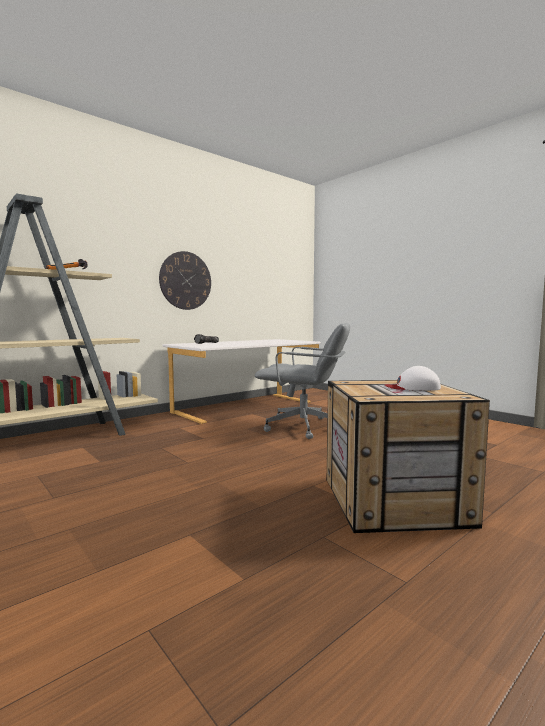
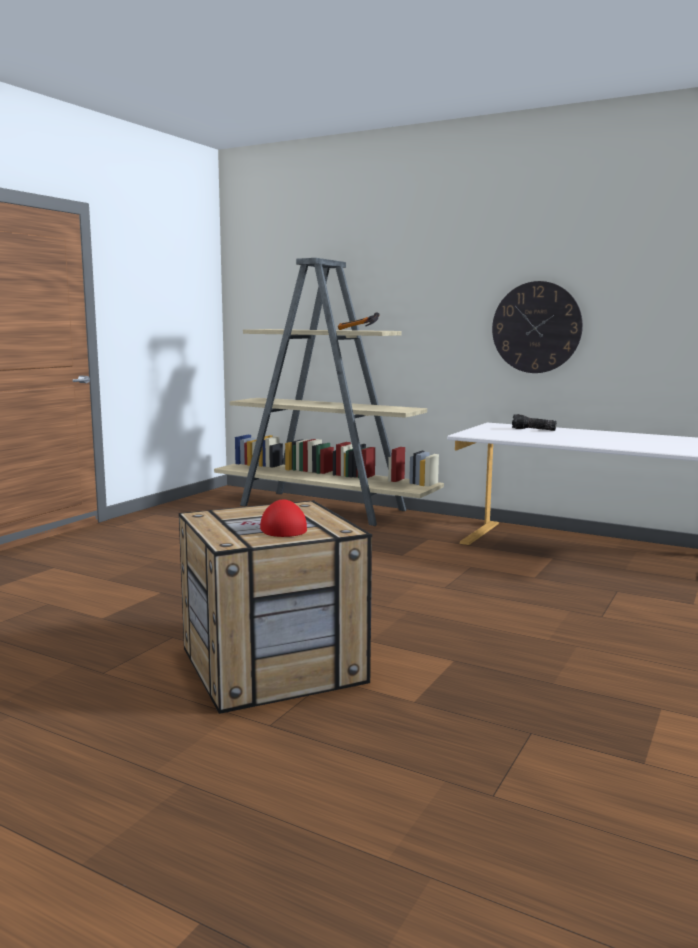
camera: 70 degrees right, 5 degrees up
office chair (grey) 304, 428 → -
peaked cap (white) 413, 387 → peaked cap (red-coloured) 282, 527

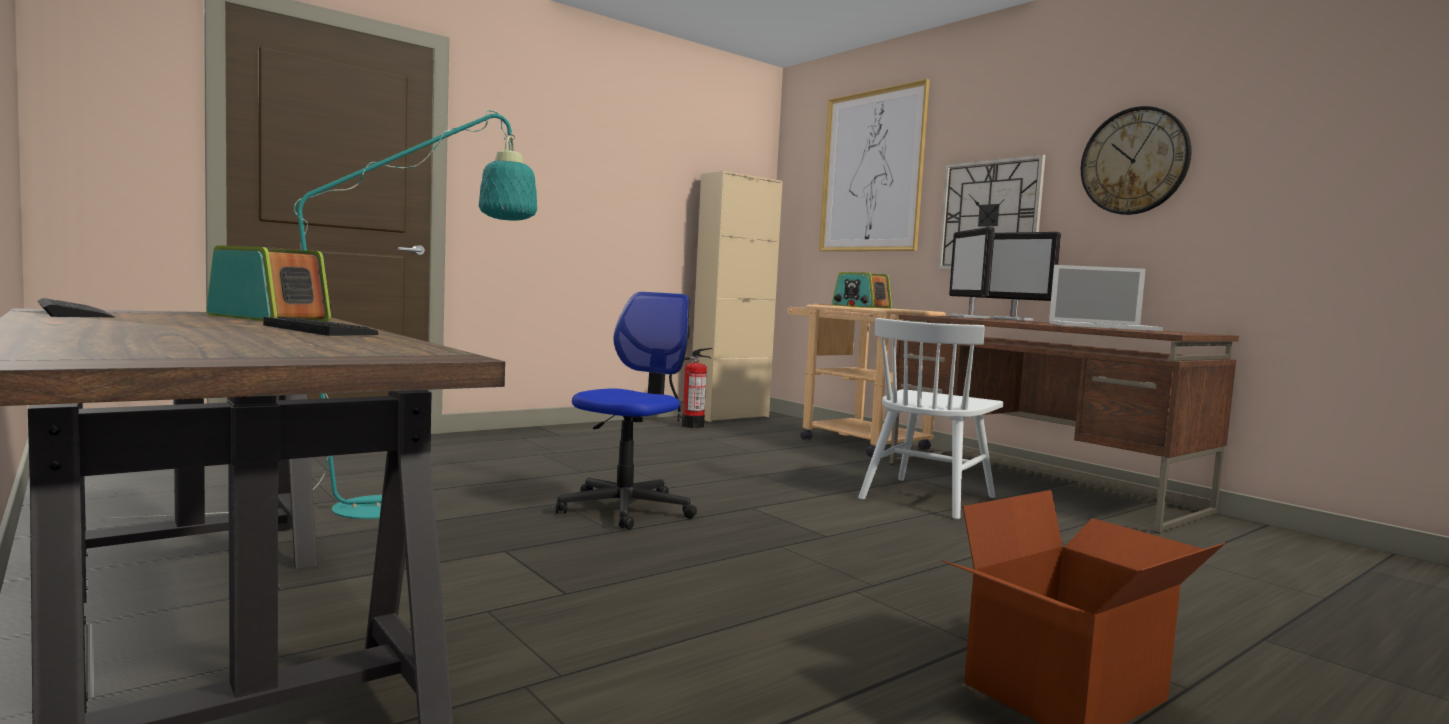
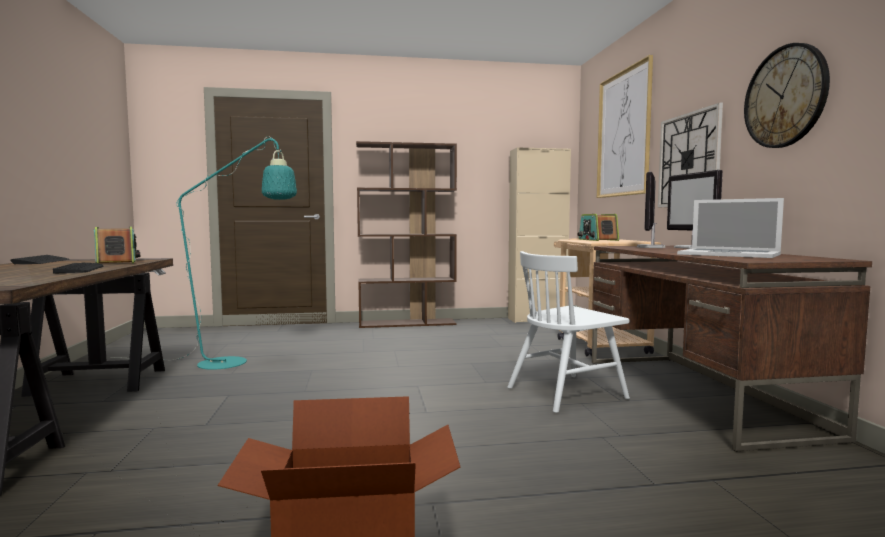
camera: 30 degrees right, 0 degrees up
office chair 626, 509 → -
fire-fighting cylinder 692, 426 → -
- → shelving unit (brown) 407, 323

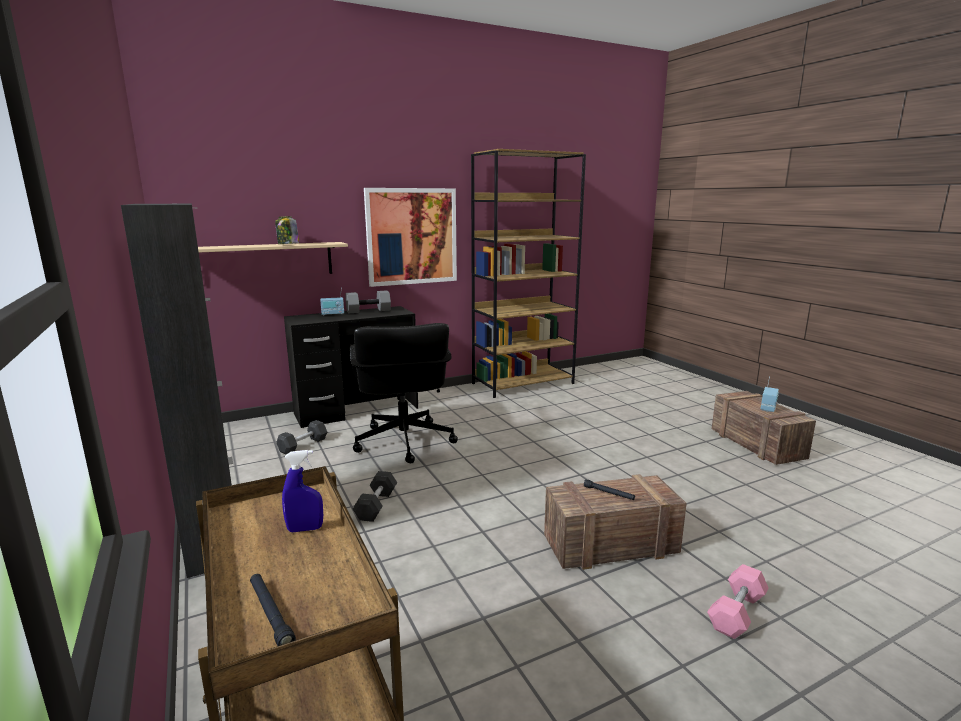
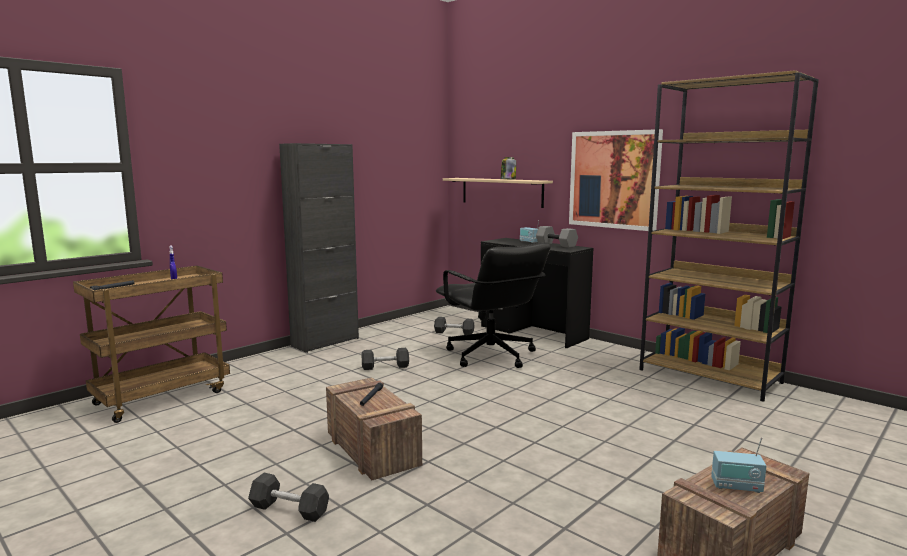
camera: 70 degrees right, 5 degrees down
office chair (black) 403, 442 → office chair (black) 490, 356, 90 degrees counterclockwise
dumbbell (pink) 736, 612 → dumbbell (grey) 289, 509

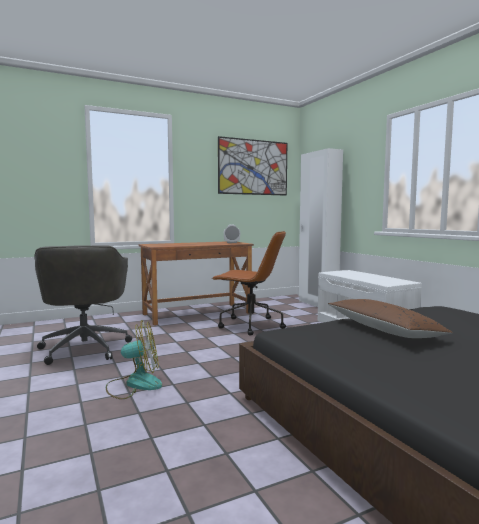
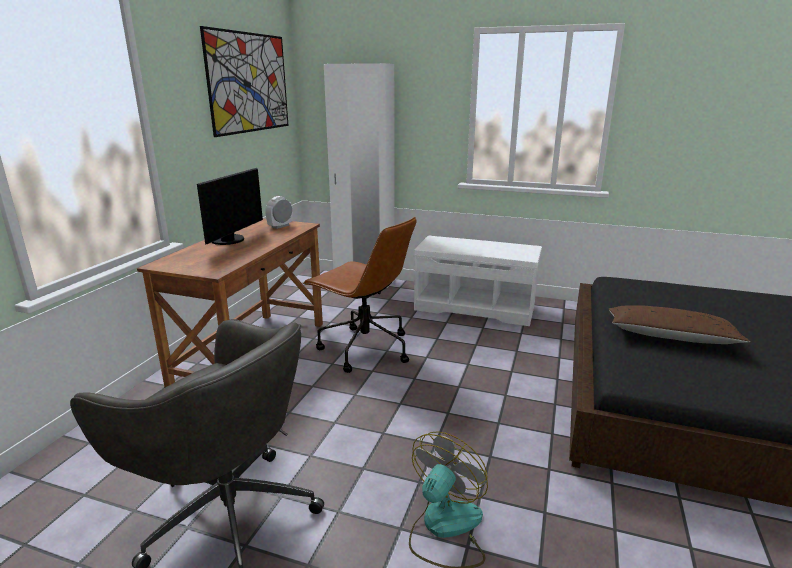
camera: 45 degrees left, 15 degrees up
office chair (brown) 250, 325 → office chair (brown) 364, 348, 60 degrees clockwise
- → computer display 231, 240

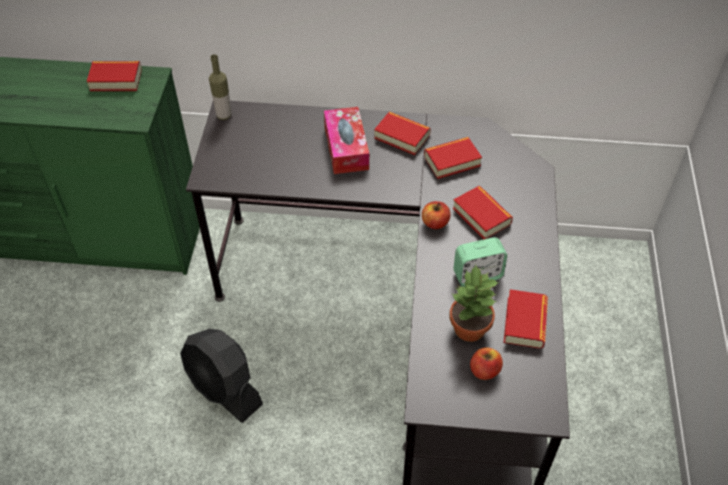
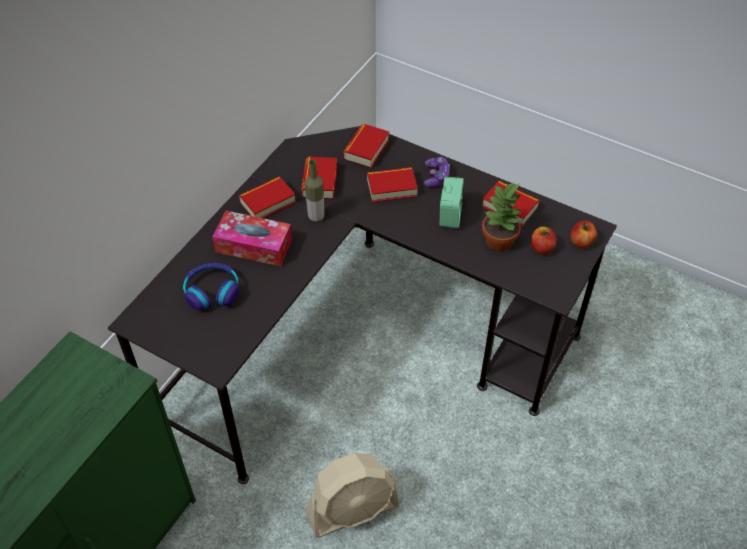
camera: 65 degrees left, 0 degrees up
drink bottle 224, 115 → drink bottle 316, 217, move
book 116, 80 → book 366, 149, move
apple 435, 223 → apple 581, 242, move
cooling fan (black) 224, 389 → cooling fan (beige) 353, 510
- → gamepad 436, 177
- → pair of headphones 212, 291

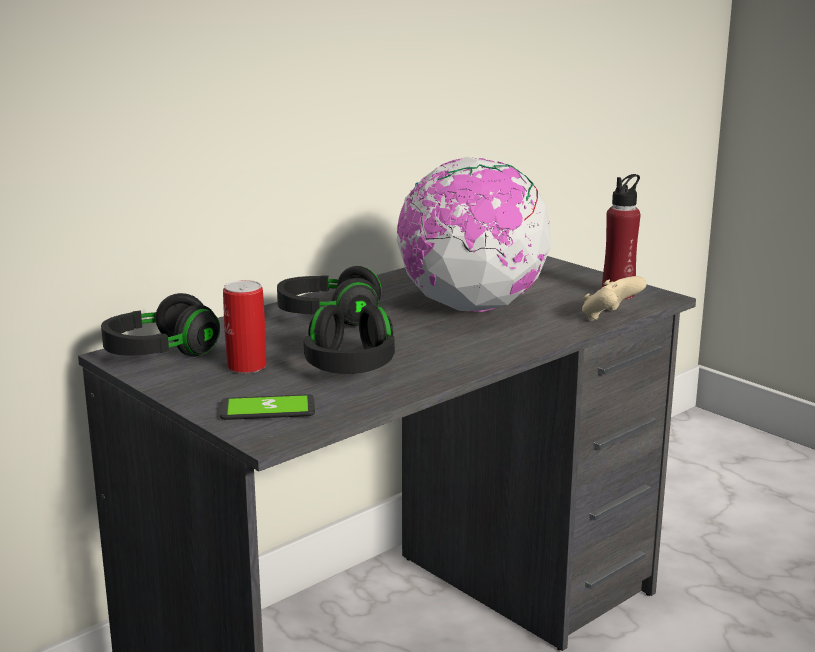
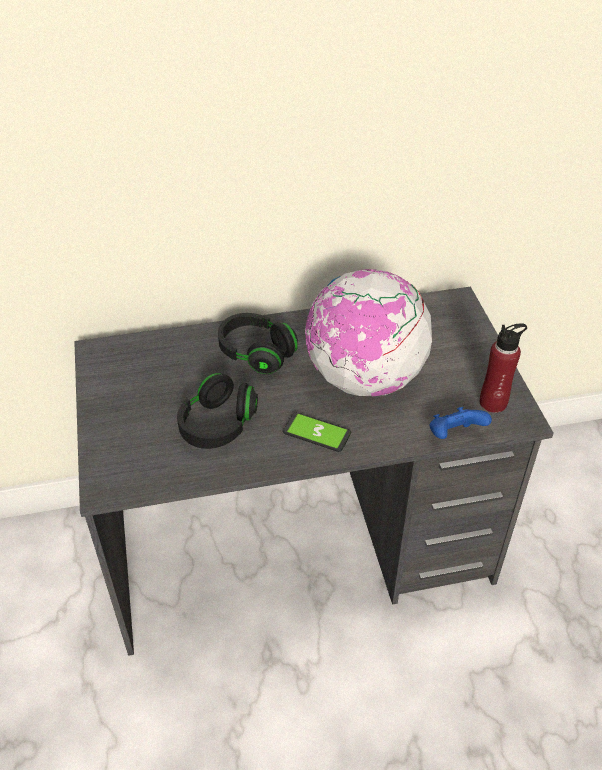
camera: 30 degrees right, 25 degrees up
gamepad (beige) 609, 318 → gamepad (bluish) 454, 435
can 246, 366 → -
pair of headphones (black) 160, 353 → -
phone 267, 409 → phone 316, 433, move

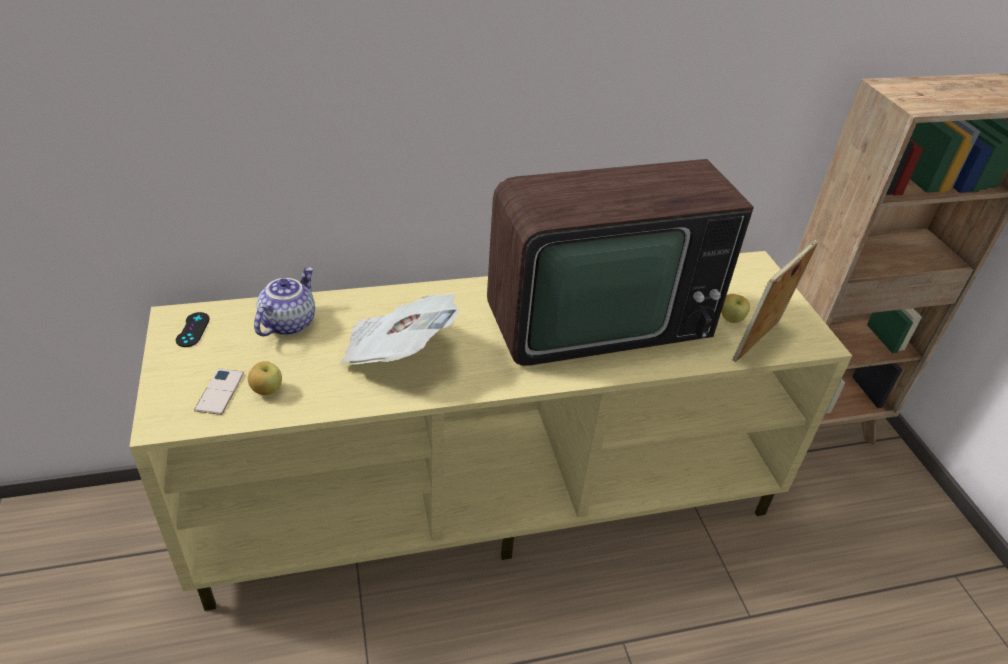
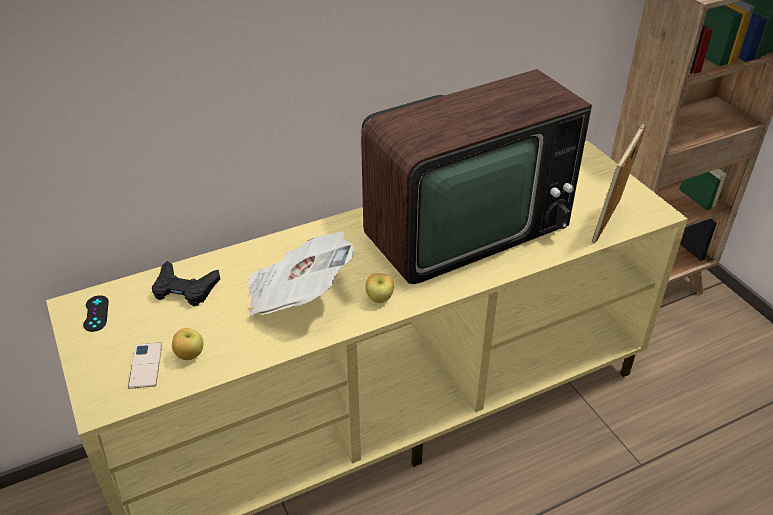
camera: 10 degrees left, 0 degrees up
teapot 287, 323 → gamepad (black) 185, 289
apple 731, 320 → apple 379, 299, move

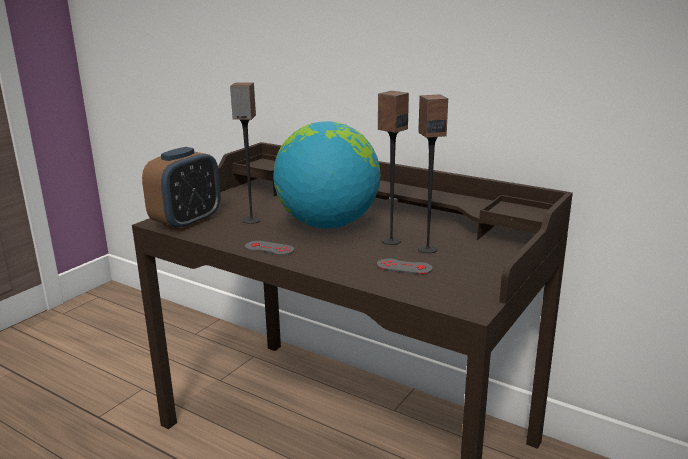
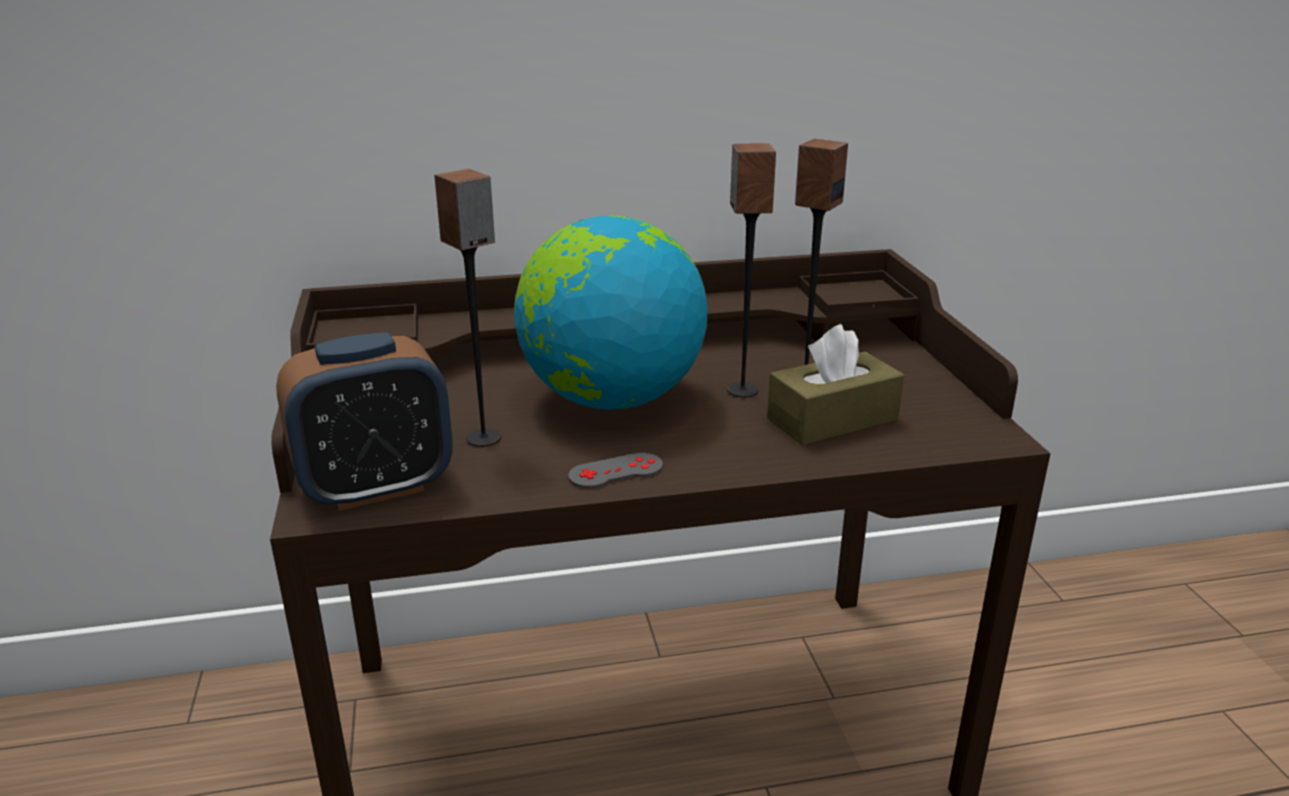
camera: 45 degrees left, 5 degrees up
table clock 187, 222 → table clock 376, 487, 75 degrees clockwise
gamepad (grey) 404, 267 → box of tissues (brown) 832, 419

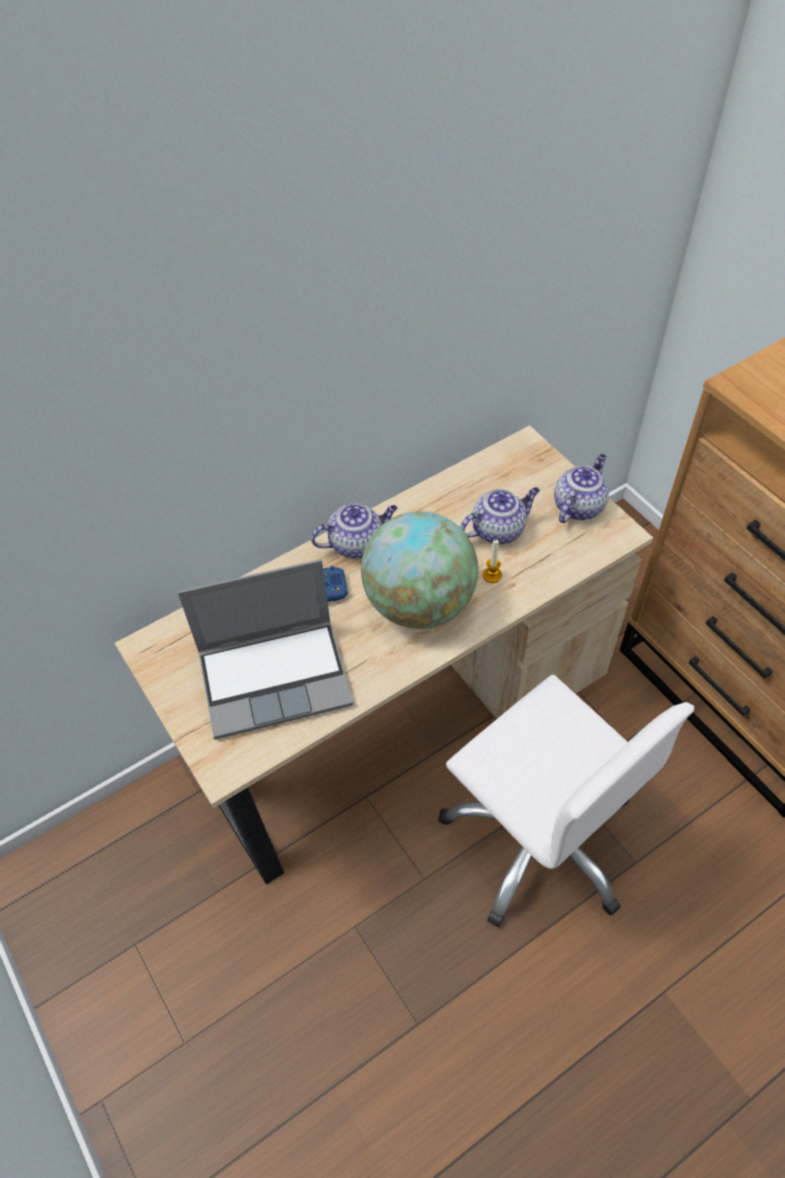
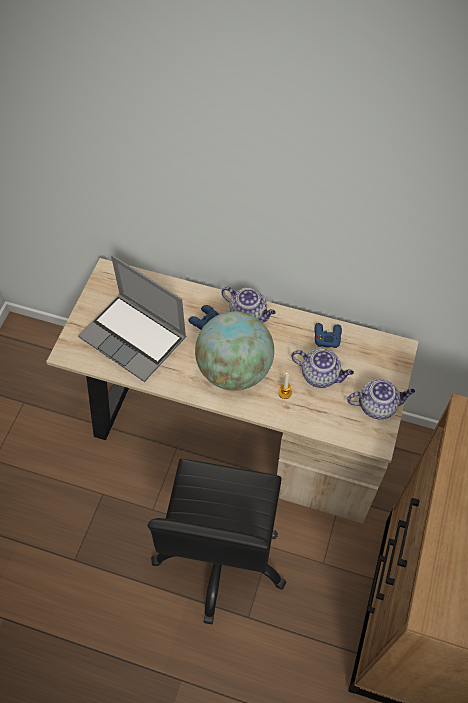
camera: 50 degrees right, 5 degrees up
office chair (white) 539, 837 → office chair (black) 222, 553
- → gamepad (bluish) 327, 336

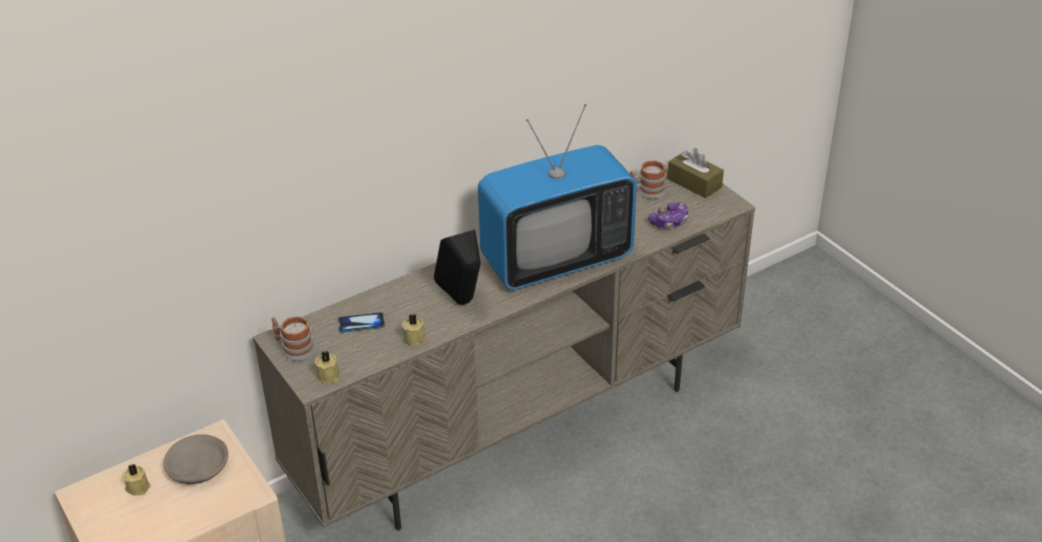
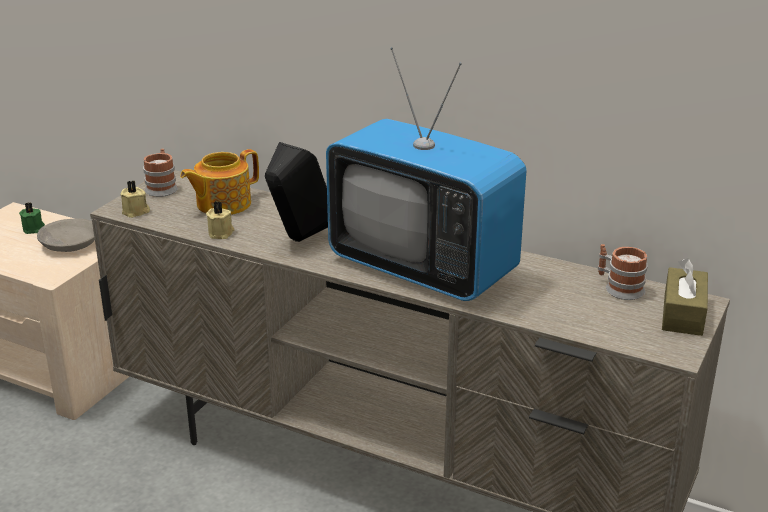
camera: 60 degrees right, 10 degrees down
gamepad 669, 221 → -
phone 361, 323 → teapot 222, 204
wax light (beige) 138, 486 → wax light (greenish) 34, 229

